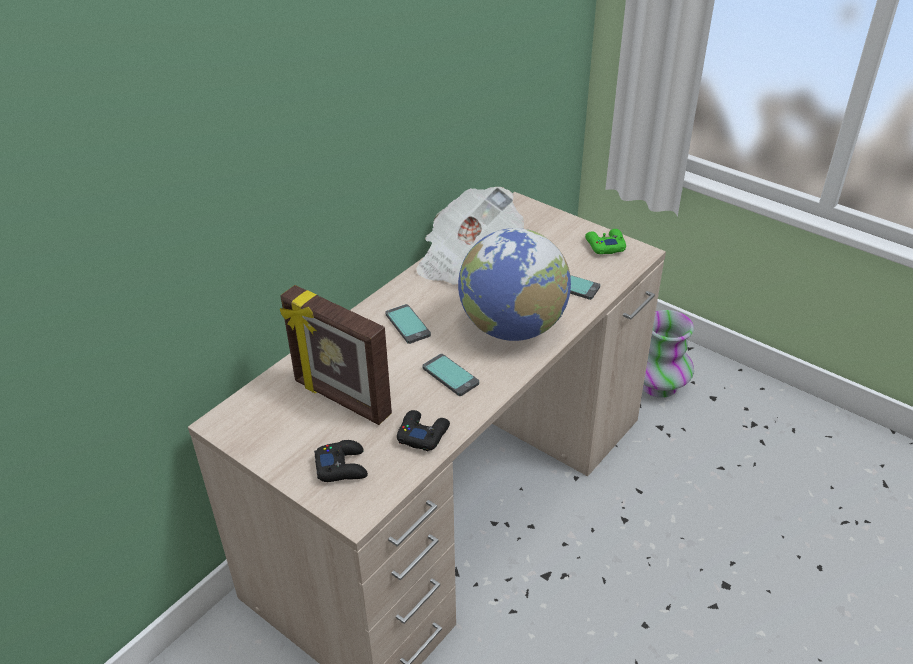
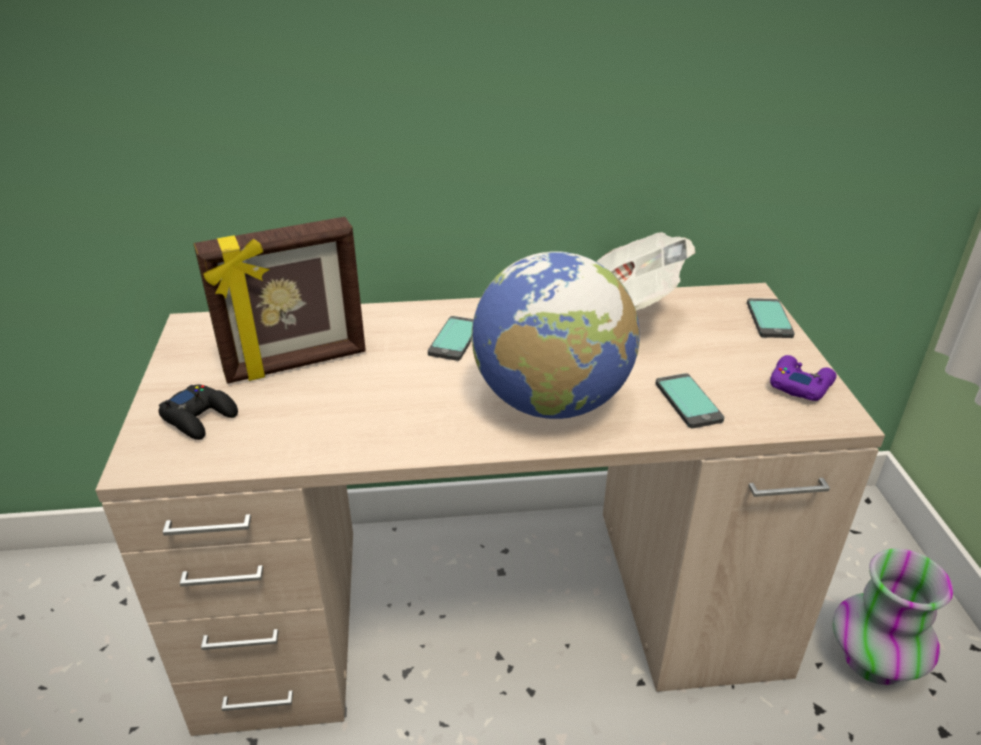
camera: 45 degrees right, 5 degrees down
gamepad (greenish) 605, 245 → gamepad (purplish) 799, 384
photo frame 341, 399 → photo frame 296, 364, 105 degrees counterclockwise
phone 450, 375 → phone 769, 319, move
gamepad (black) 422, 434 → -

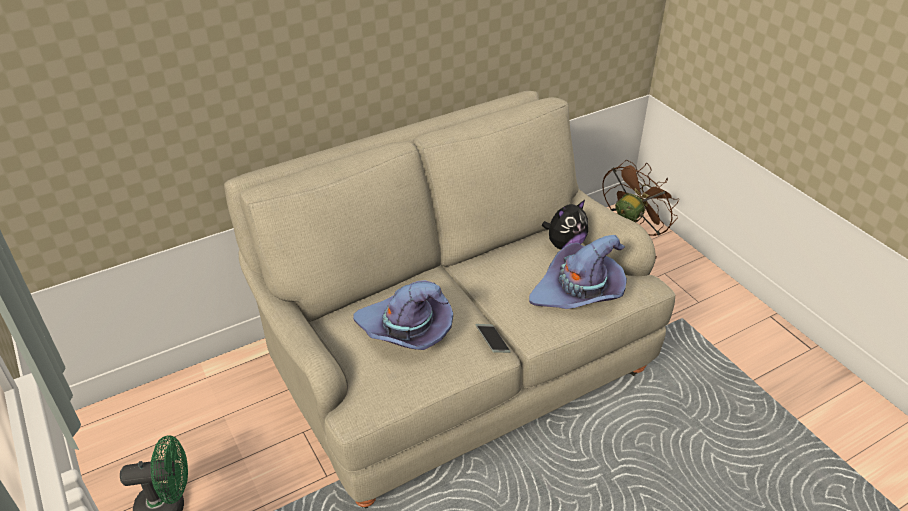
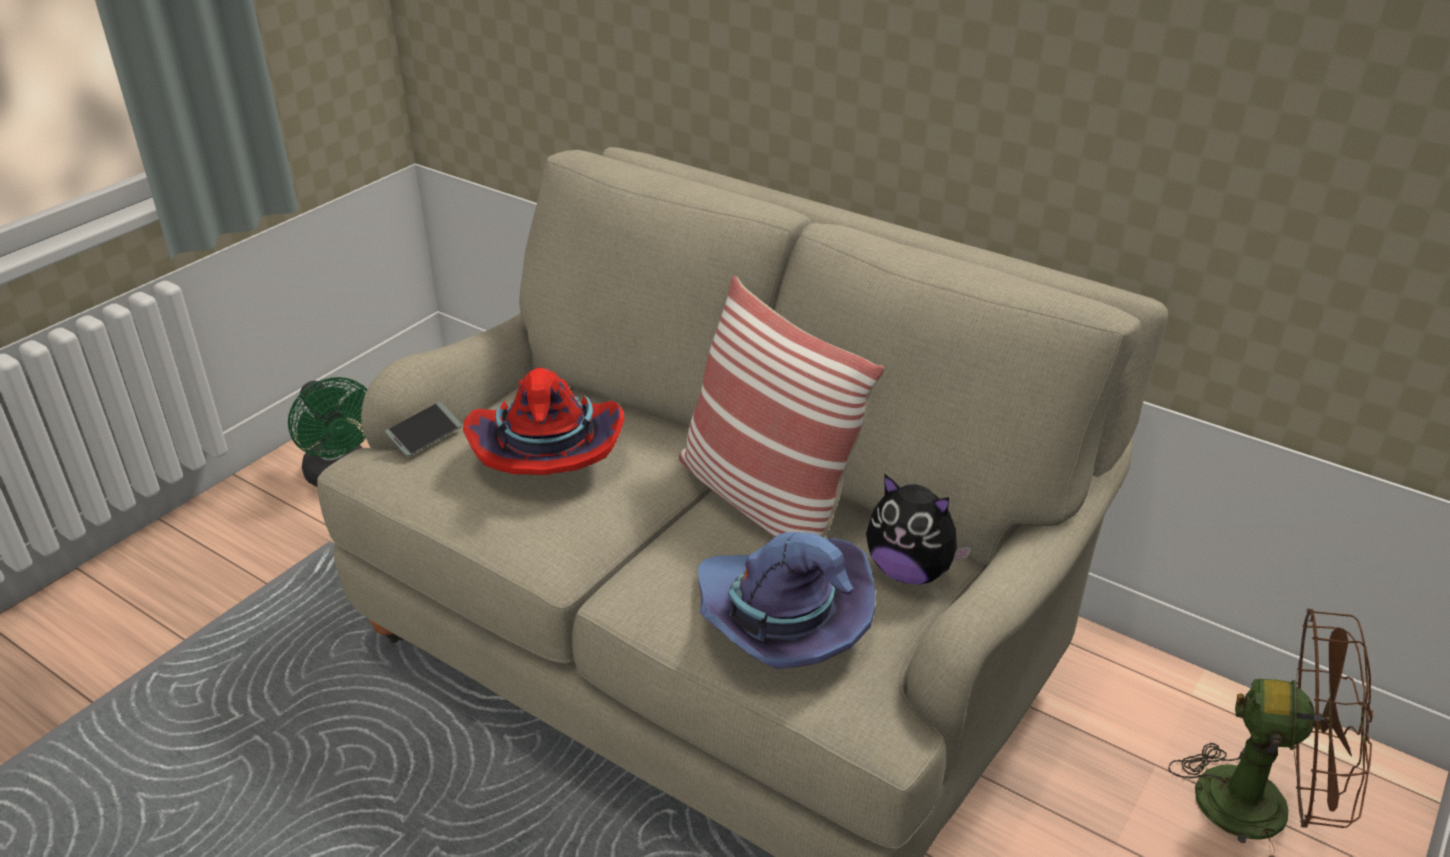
camera: 65 degrees right, 5 degrees down
hat (purplish) 406, 330 → hat (red-coloured) 547, 450
phone 492, 341 → phone 425, 435, move
- → cushion 764, 500

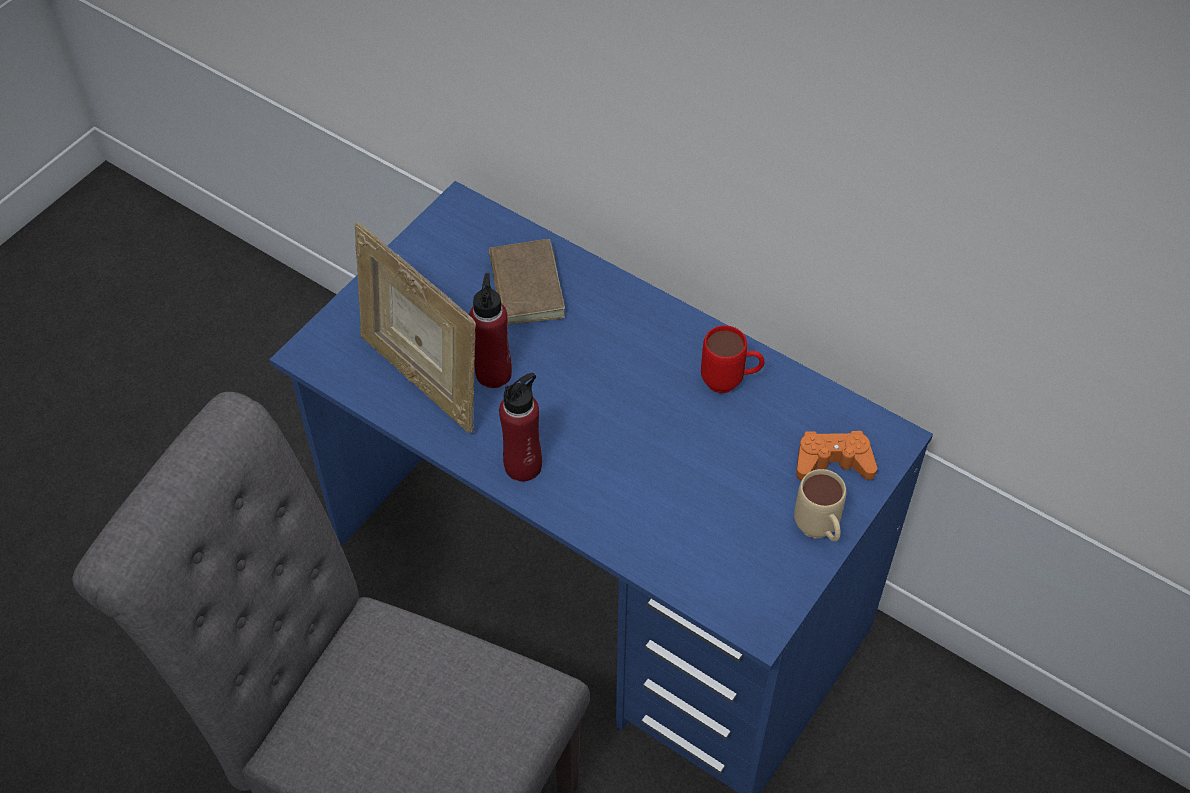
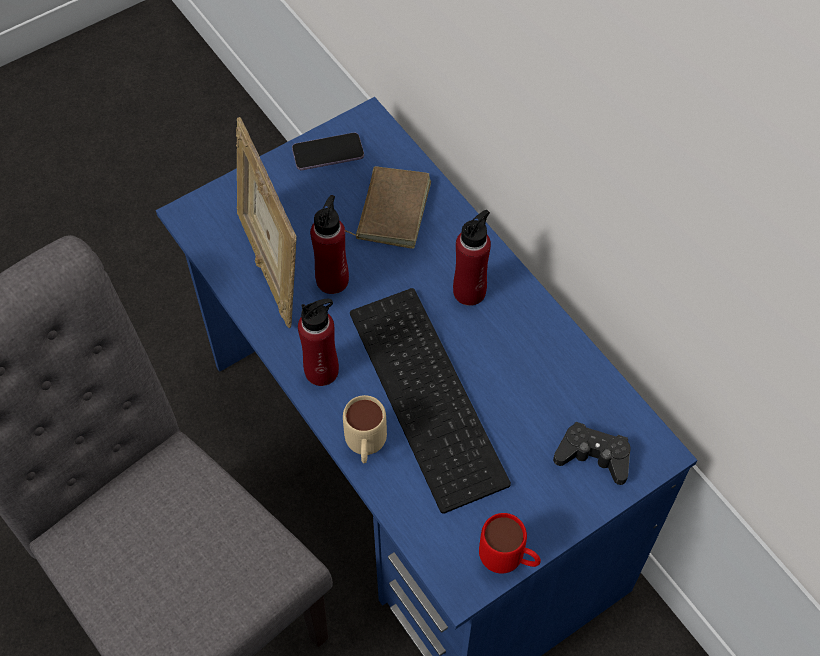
camera: 20 degrees right, 5 degrees up
mug (red-coloured) 730, 382 → mug (red-coloured) 508, 562, move
gamepad (orange) 833, 462 → gamepad (black) 593, 456
mug (beige) 819, 533 → mug (beige) 365, 450, move
- → phone 328, 153
- → drink bottle (red-coloured) 469, 291
- → computer keyboard 432, 397

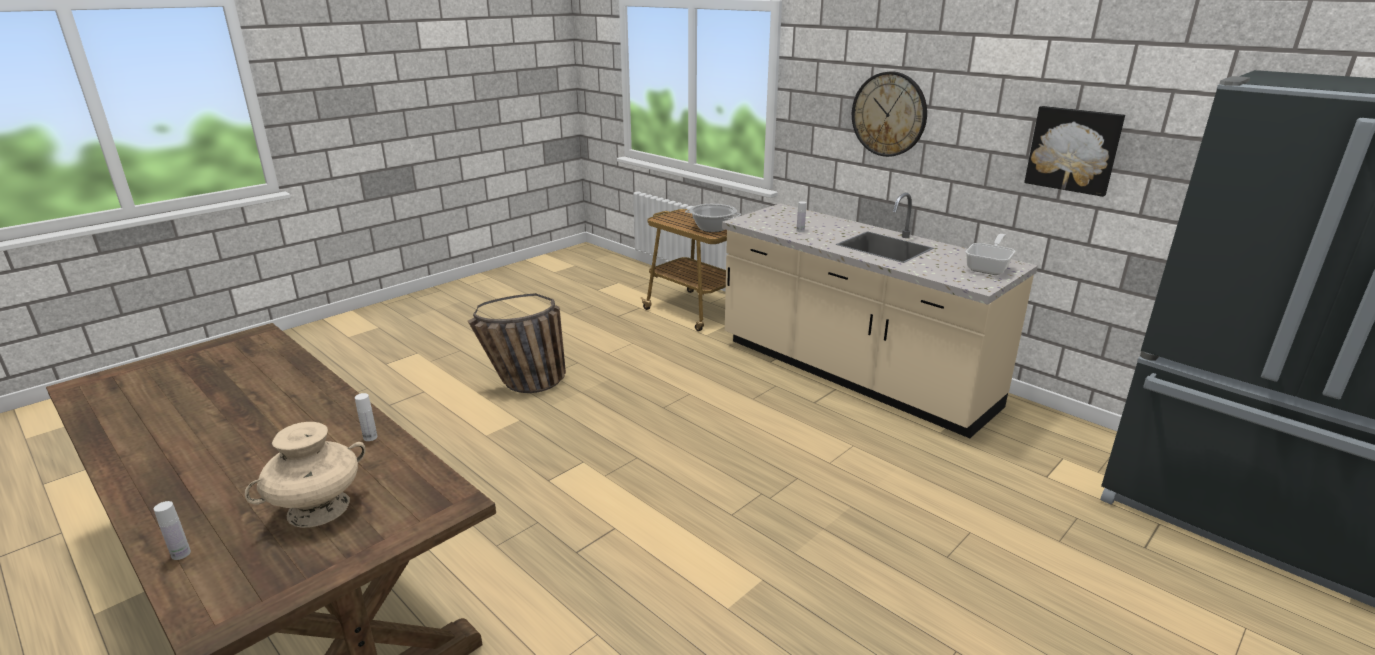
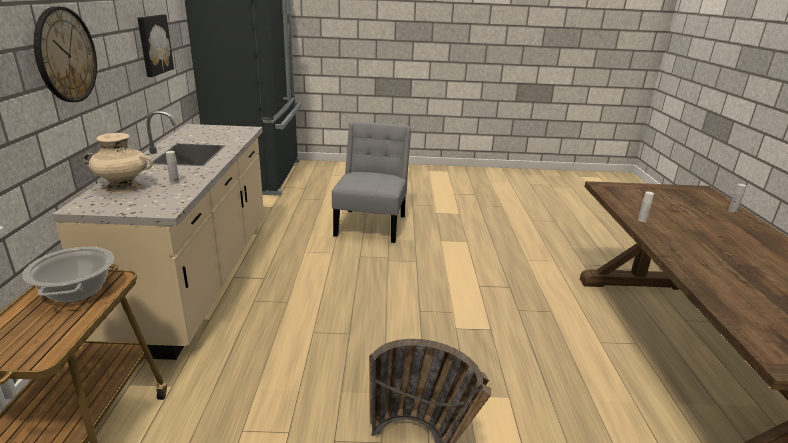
camera: 135 degrees left, 0 degrees up
frying pan 989, 267 → -
decorative vase (beige) 318, 509 → decorative vase (beige) 123, 187, move
- → chair (grey) 372, 224

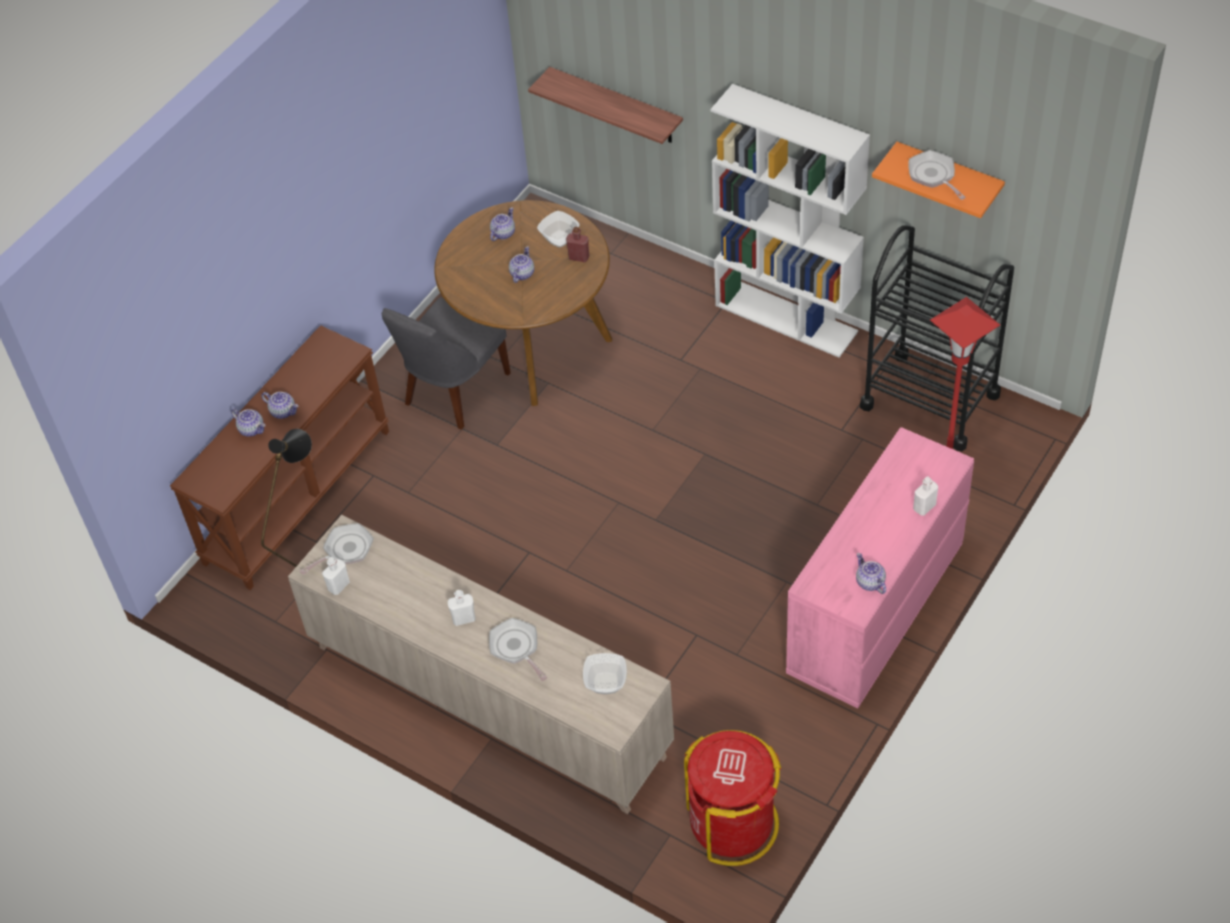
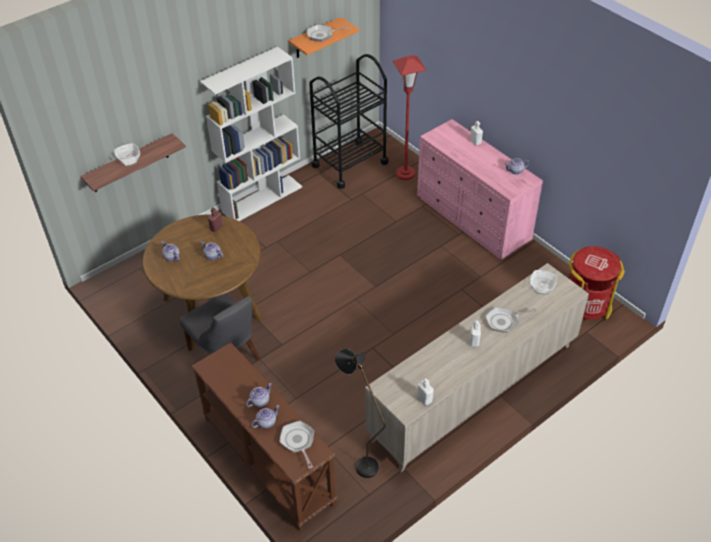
camera: 75 degrees left, 5 degrees down
deep dish 559, 239 → deep dish 129, 161, move
frying pan 345, 550 → frying pan 298, 442, move

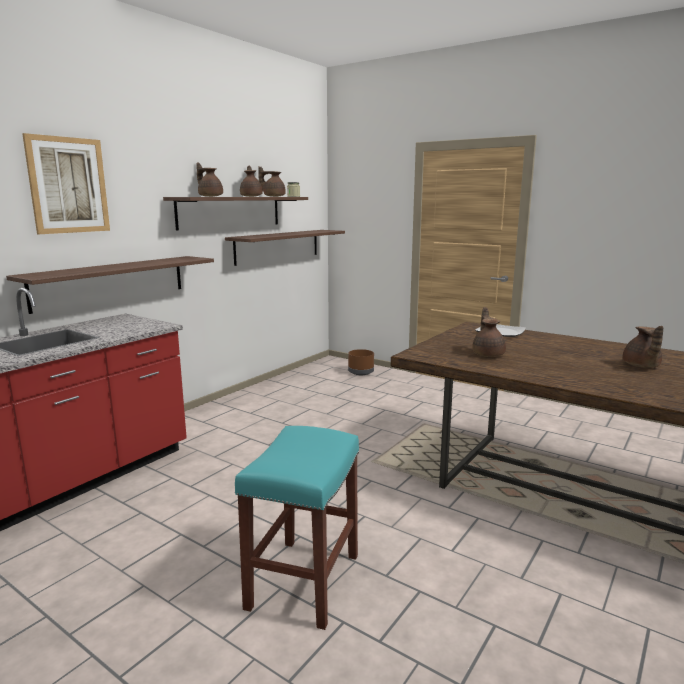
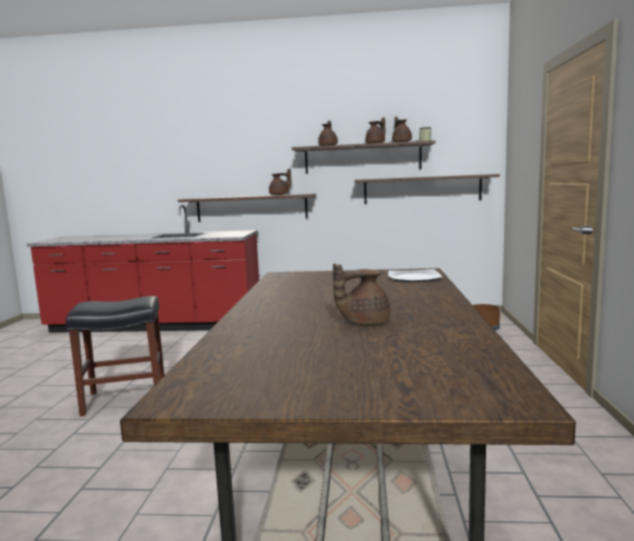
camera: 60 degrees right, 5 degrees down
wall art 68, 185 → -
teapot (brown) 488, 354 → teapot (brown) 280, 195, move
sitting stool (turquoise-coloured) 304, 580 → sitting stool (black) 126, 398

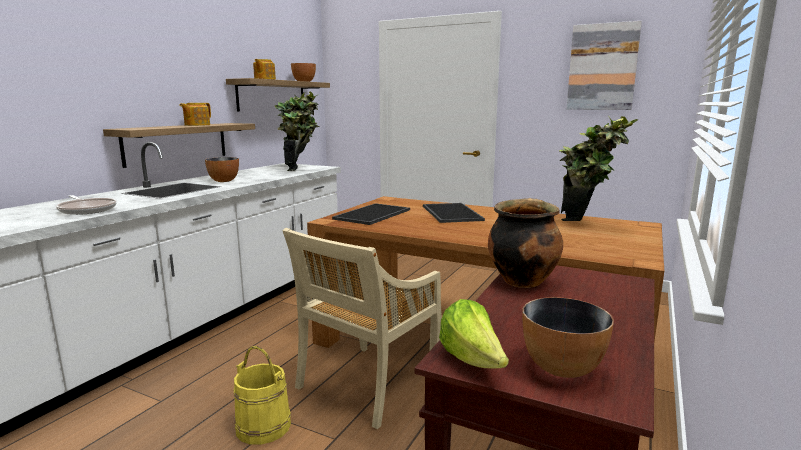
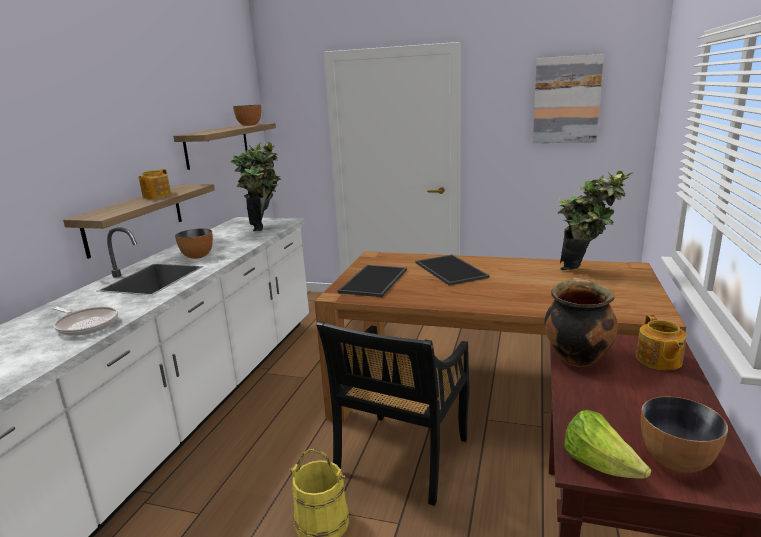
camera: 10 degrees left, 5 degrees up
teapot 264, 79 → teapot 658, 360, move
chair (beige) 366, 384 → chair (black) 401, 458

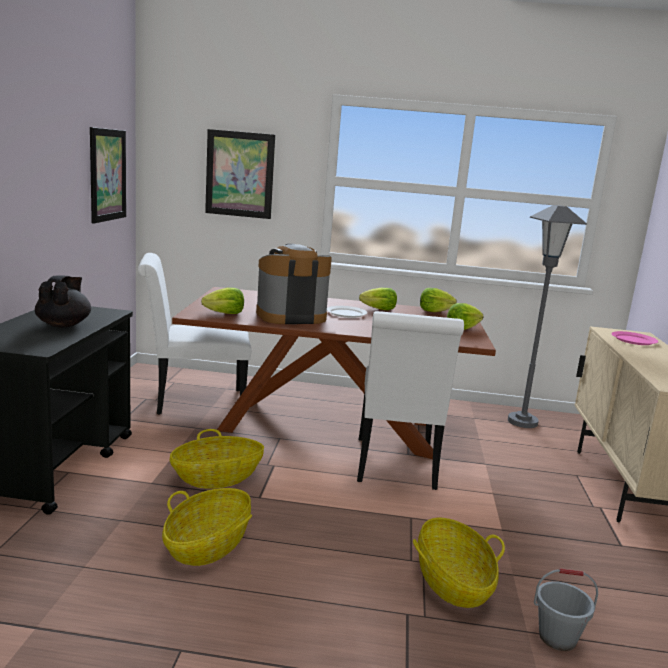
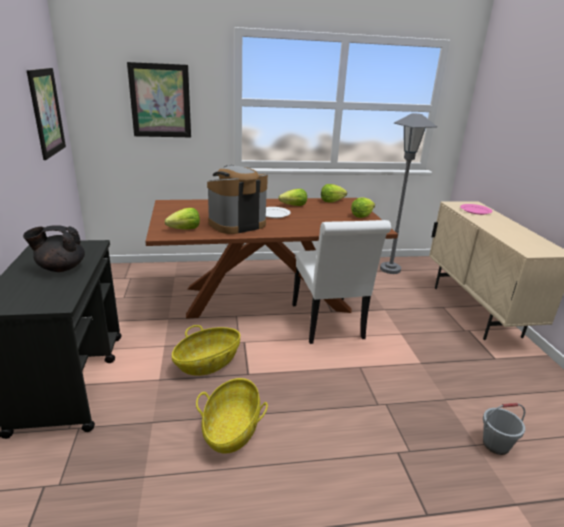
camera: 15 degrees left, 10 degrees up
chair (white) 193, 401 → -
teapot (black) 64, 325 → teapot (black) 60, 268, 90 degrees counterclockwise
basket 452, 582 → -

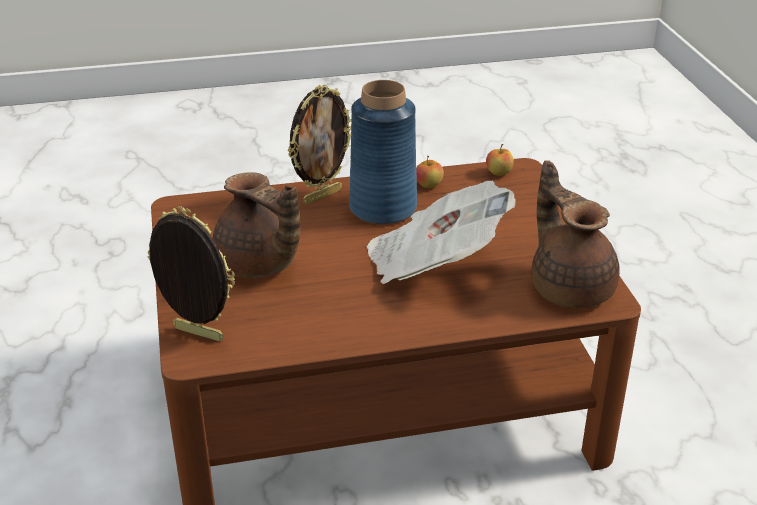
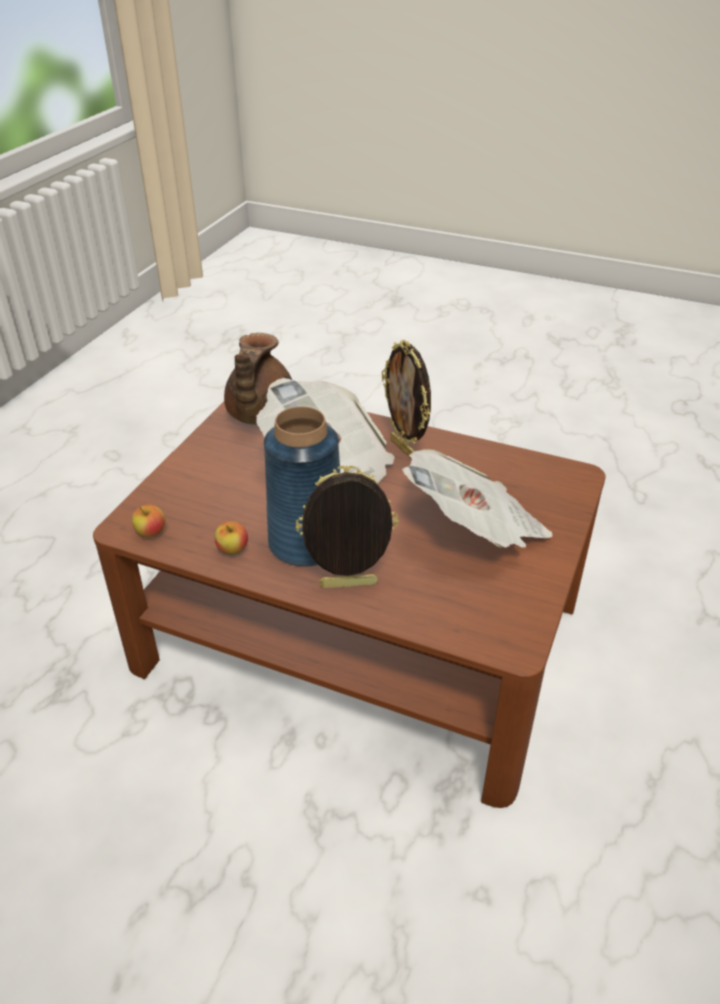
camera: 145 degrees left, 5 degrees up
teapot (brown) 258, 266 → daily paper 475, 530
photo frame 196, 335 → photo frame 405, 450, move

